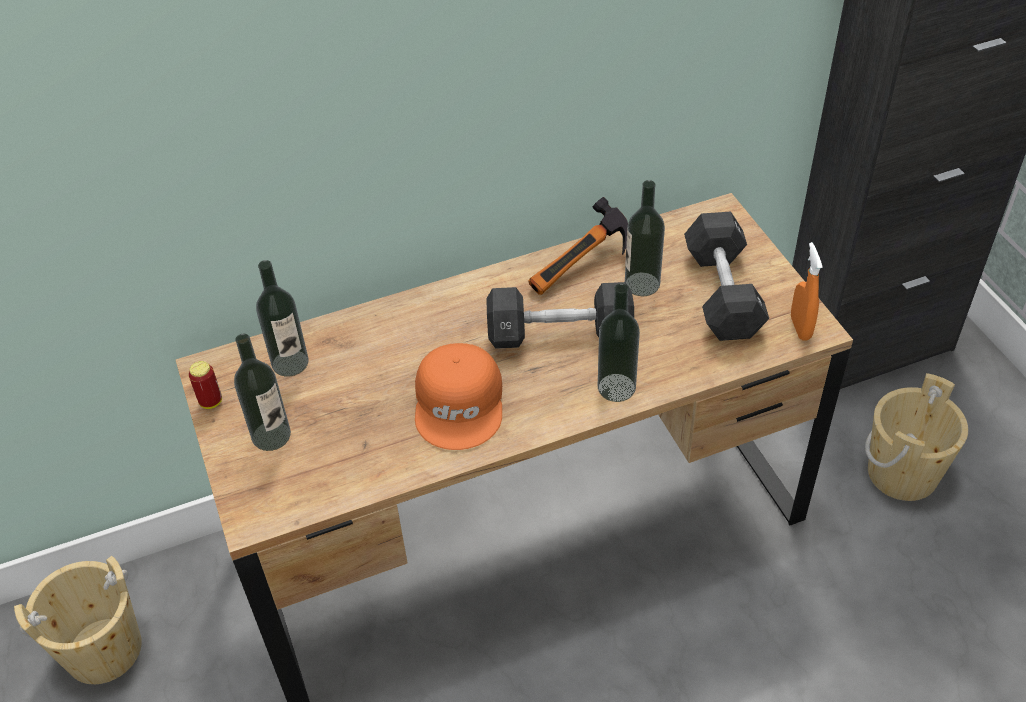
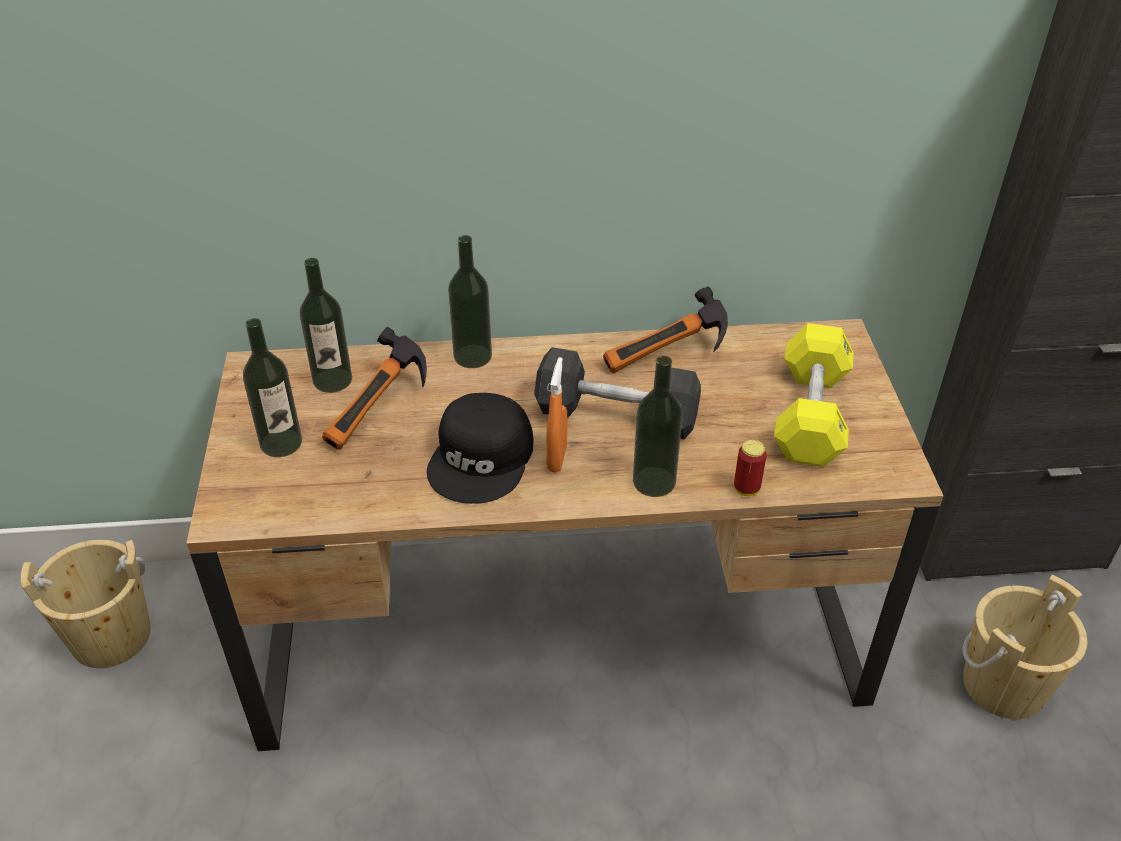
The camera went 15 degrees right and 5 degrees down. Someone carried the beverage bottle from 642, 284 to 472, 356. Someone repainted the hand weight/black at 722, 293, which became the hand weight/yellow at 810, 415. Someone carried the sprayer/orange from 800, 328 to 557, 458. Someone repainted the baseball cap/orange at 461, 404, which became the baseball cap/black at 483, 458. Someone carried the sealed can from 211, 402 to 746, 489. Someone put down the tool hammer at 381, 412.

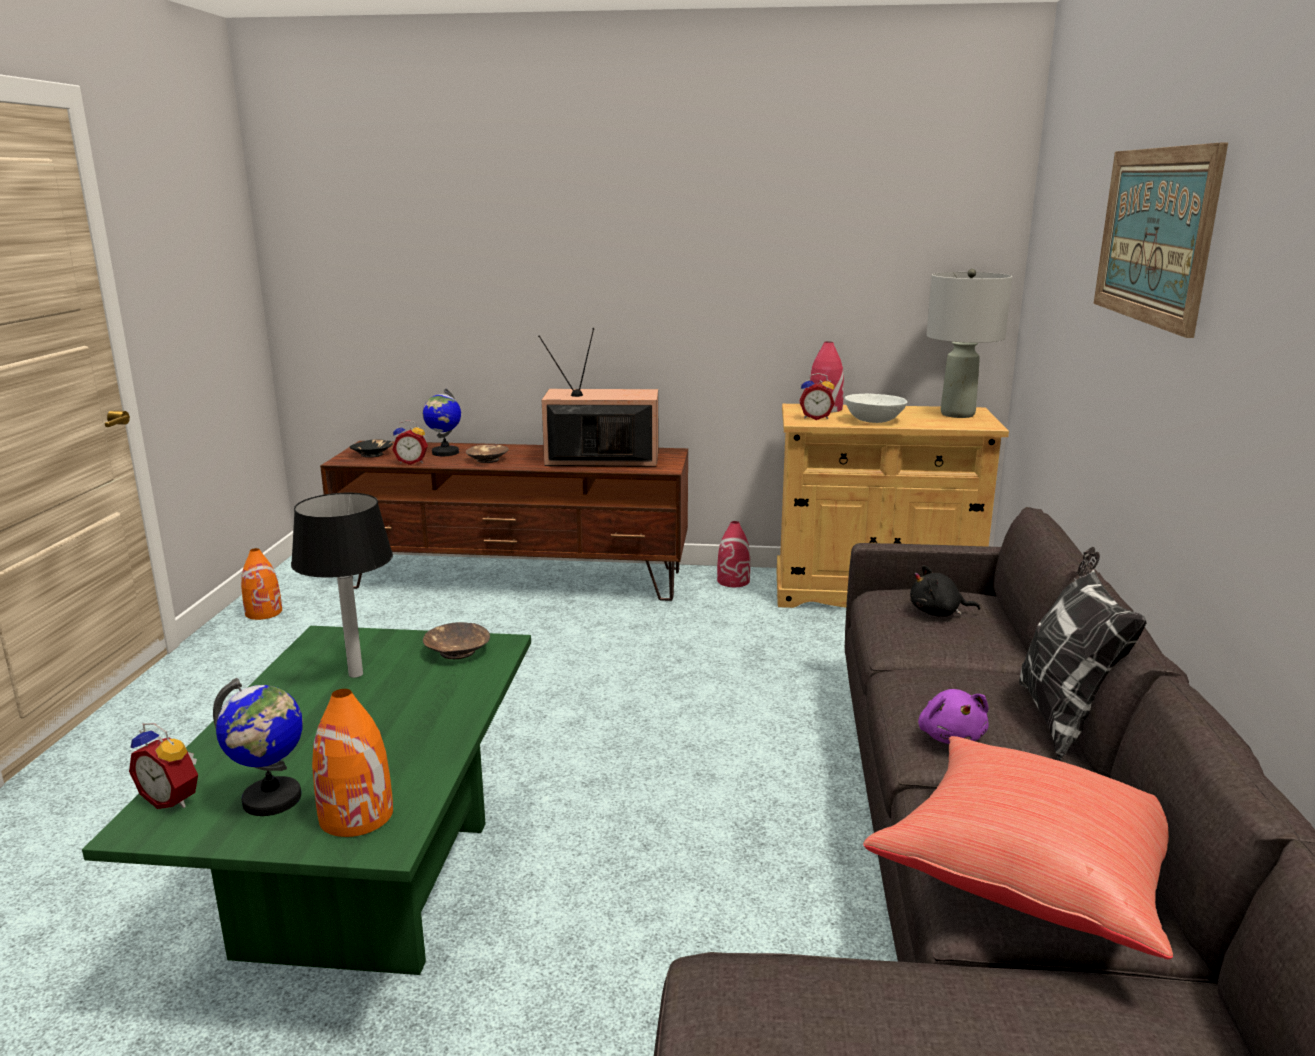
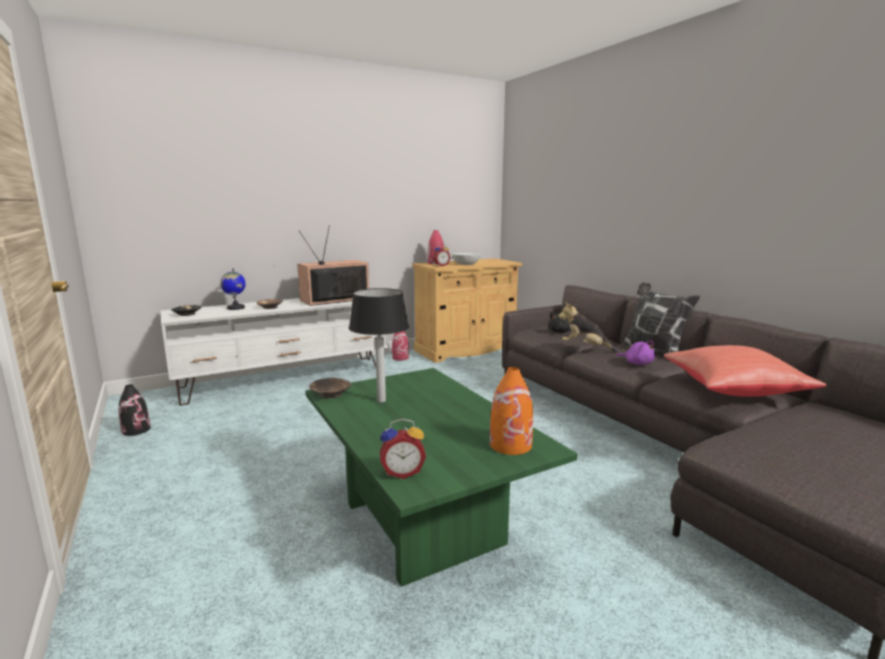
The camera went 35 degrees left and 5 degrees down. Someone took away the picture at 1154, 235. Someone took away the tabletop lamp/grey at 958, 414. Someone took away the table clock at 412, 462. Someone repainted the media console/brownish at 517, 578, which became the media console/white at 286, 379. Someone repainted the flower vase/orange at 264, 612, which became the flower vase/black at 136, 430. Someone carried the bowl/brownish from 456, 651 to 330, 394. Someone took away the world globe at 272, 800. Someone put down the cuddly toy at 585, 347.

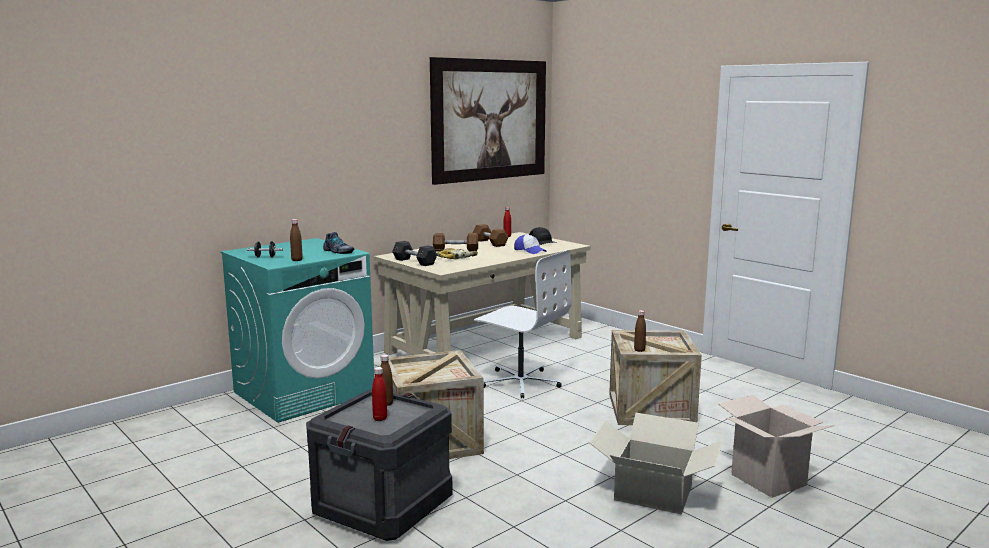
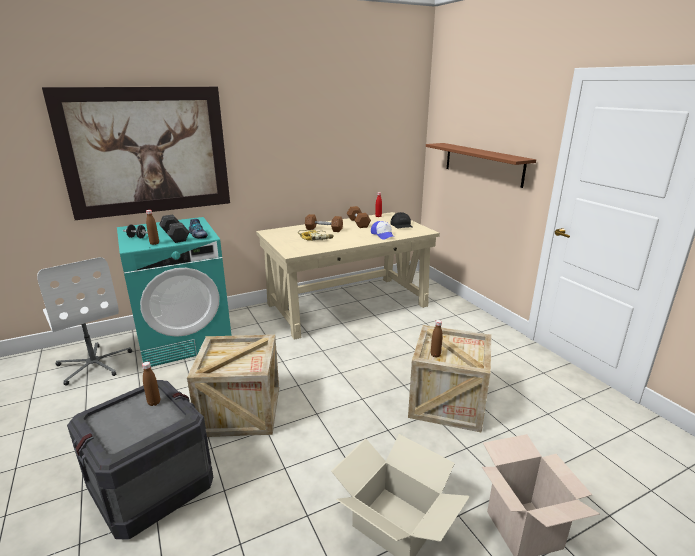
The camera went 15 degrees right and 10 degrees up. Someone carried the picture from 490, 120 to 147, 151. Someone carried the hand weight/grey from 414, 262 to 175, 236. Someone carried the office chair/white from 520, 382 to 94, 364. Someone took away the beverage bottle/reddish at 380, 418. Someone put up the bracket shelf/brownish at 482, 163.

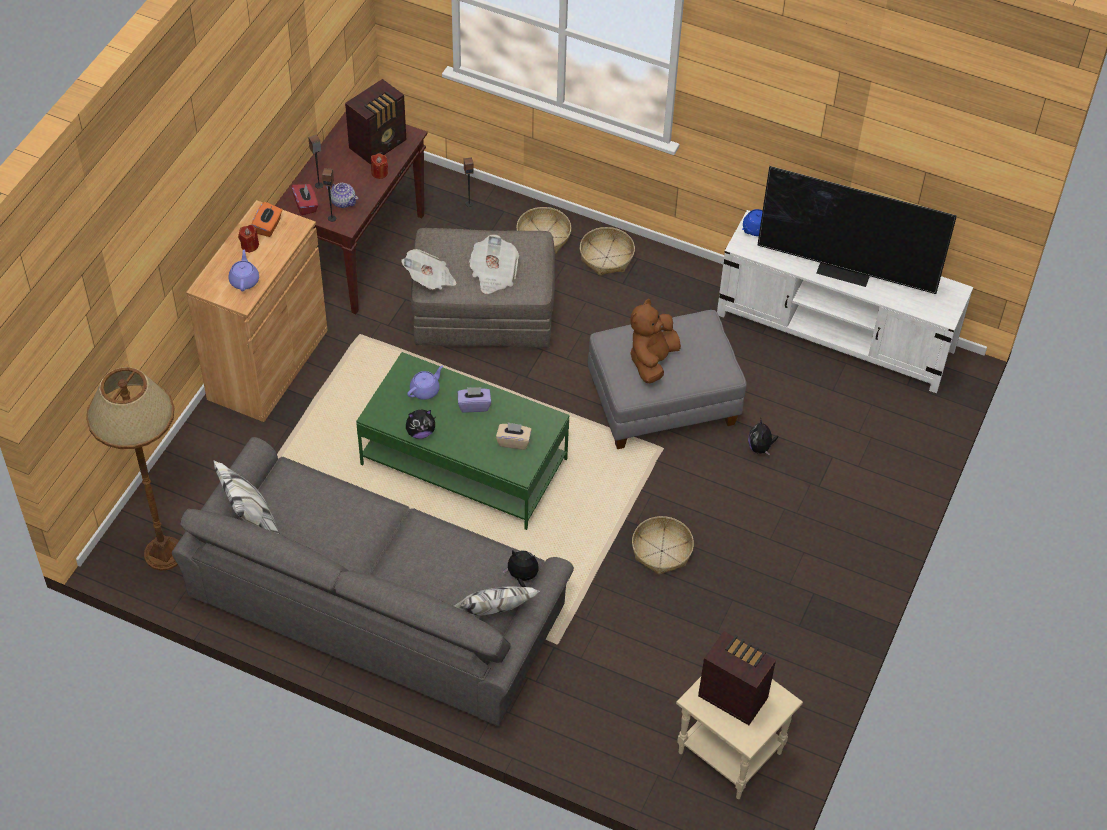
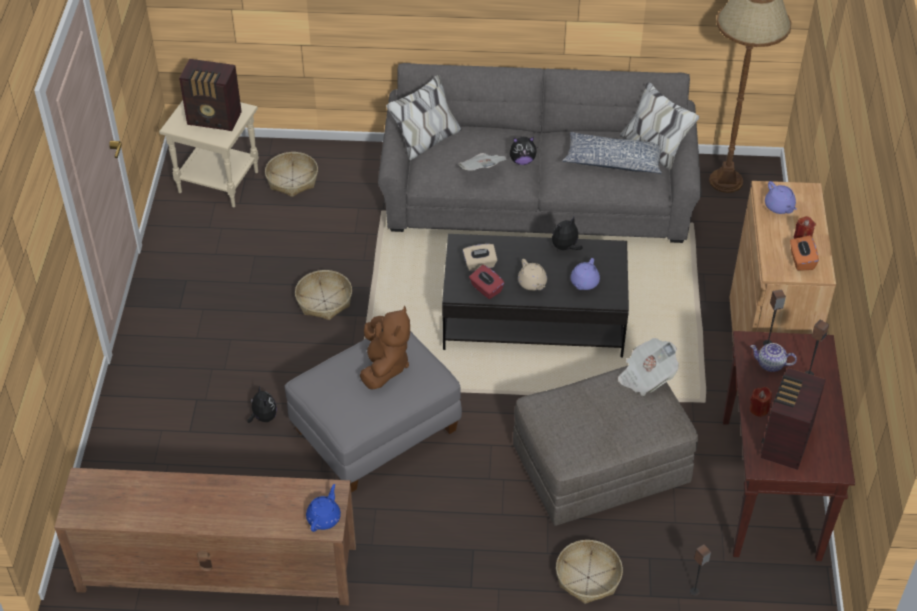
The camera went 160 degrees right and 5 degrees down. Someone took away the TV at 845, 270. Someone carried the tissue box/reddish from 306, 205 to 486, 289. Someone repainted the media console/white at 835, 333, which became the media console/brownish at 216, 568. Someone carried the basket from 606, 257 to 292, 180. Someone carried the daily paper from 493, 274 to 482, 171. Someone repainted the low table/greenish at 463, 462, which became the low table/black at 534, 319. Someone swapped the tissue box/purple-coloured at 474, 405 for the pot for tea/sand-coloured at 532, 283. Someone carried the cuddly toy from 522, 577 to 522, 161. Someone put down the cushion at 613, 160.

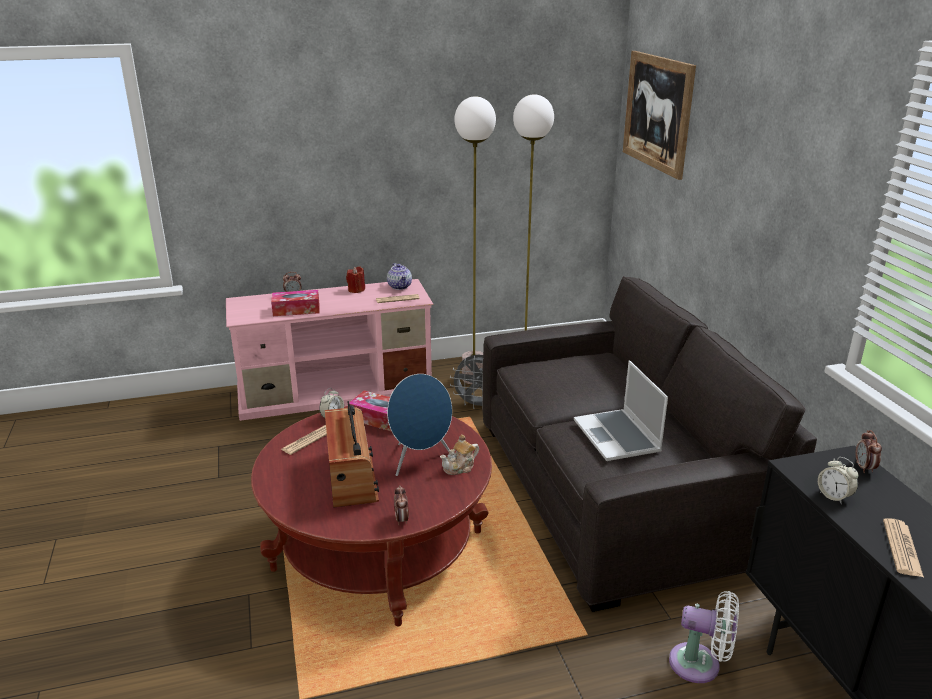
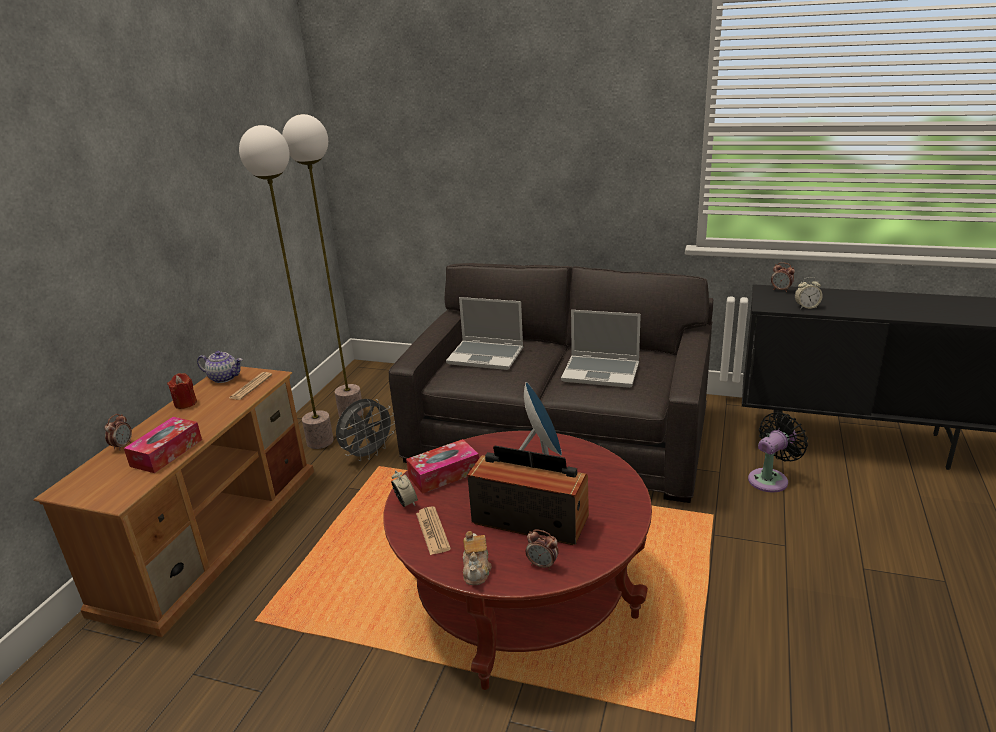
The camera went 55 degrees left and 0 degrees up. Someone took away the picture at 657, 112. Someone repainted the media console/pinkish at 337, 390, which became the media console/brownish at 212, 534. Someone carried the pot for tea from 460, 467 to 477, 570. Someone carried the table clock from 402, 520 to 542, 565. Someone took away the daily paper at 902, 548. Someone repainted the fan/white at 700, 665, which became the fan/black at 770, 479. Someone put down the laptop at 487, 356.

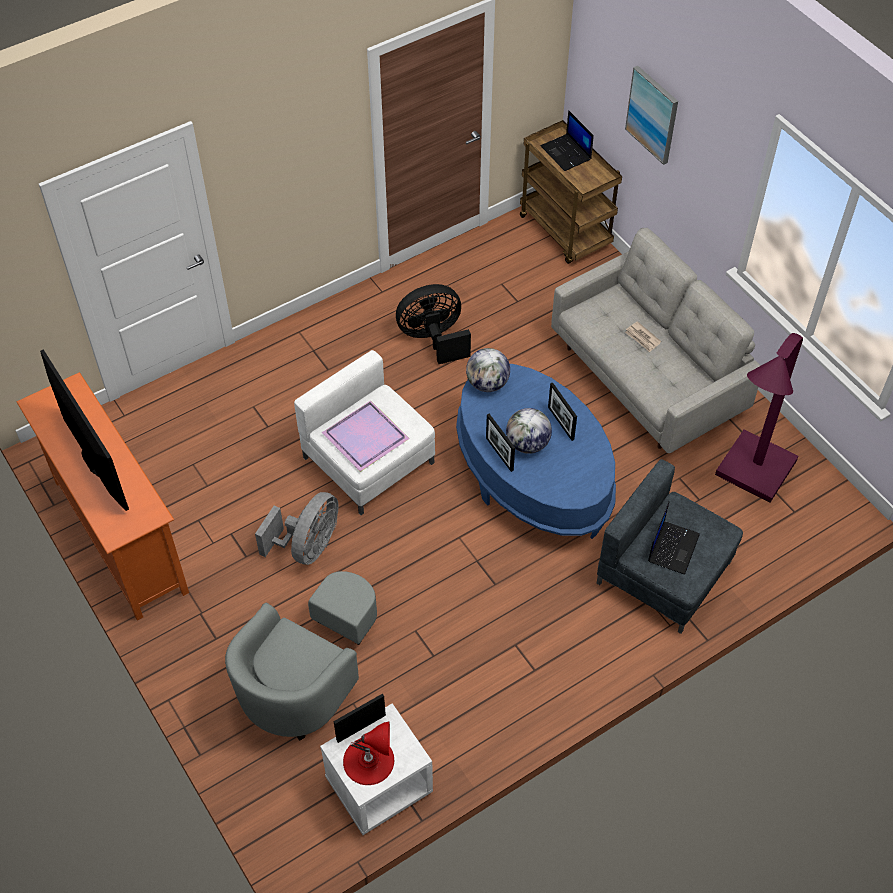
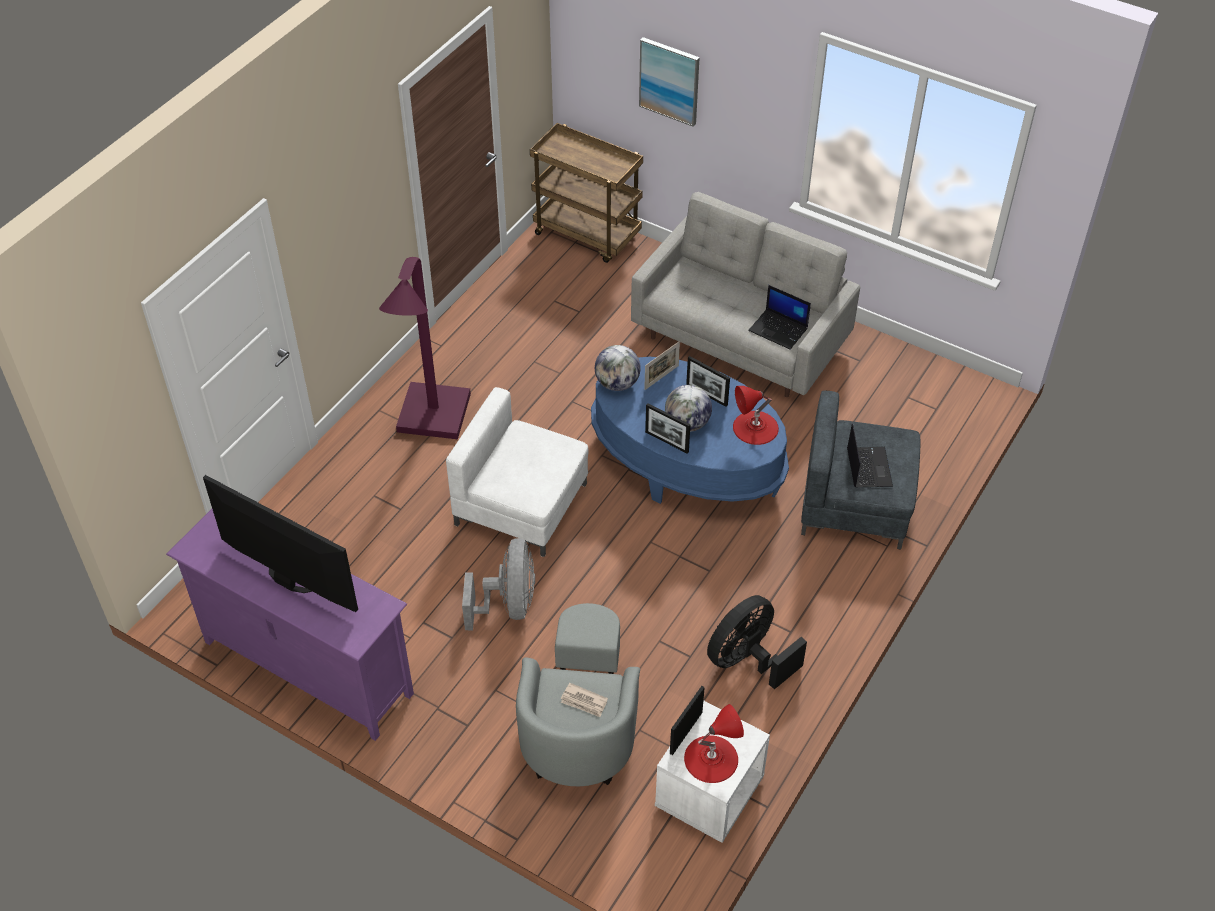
The camera went 25 degrees left and 5 degrees down. Someone carried the laptop from 567, 153 to 779, 329. Someone carried the fan/black from 433, 339 to 748, 660. Someone carried the daily paper from 642, 338 to 584, 701. Someone carried the standing lamp/purple-coloured from 750, 476 to 431, 422. Someone repainted the media console/orange at 119, 536, which became the media console/purple-coloured at 307, 668. Someone took away the carrying tray/purple-coloured at 365, 438. Someone put down the photo frame at 661, 377. Someone put down the tabletop lamp/reddish at 755, 427.

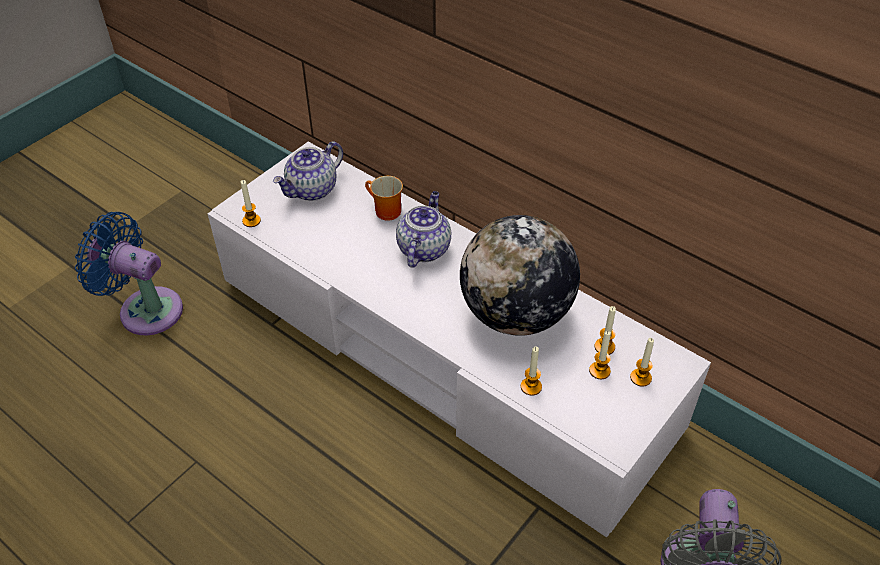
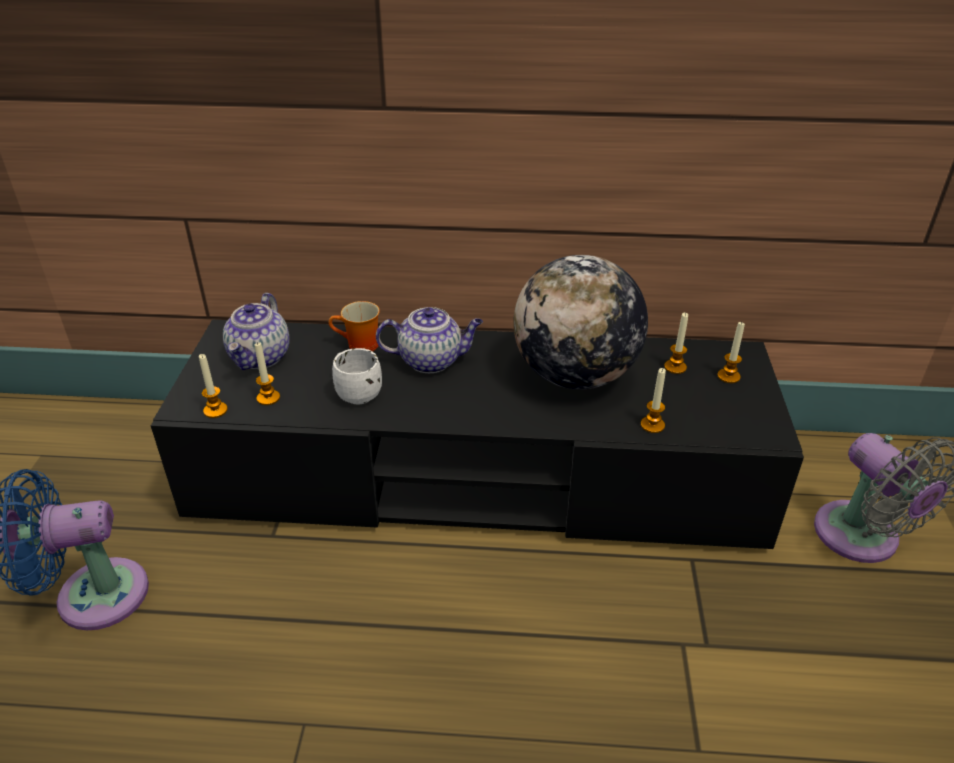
The camera went 35 degrees left and 10 degrees down. Someone repainted the media console/white at 440, 352, which became the media console/black at 476, 476. Someone rotated the pot for tea at 423, 248 by 105 degrees clockwise. Someone carried the wax light from 599, 371 to 268, 398. Someone put down the tea mug/white at 355, 392.

